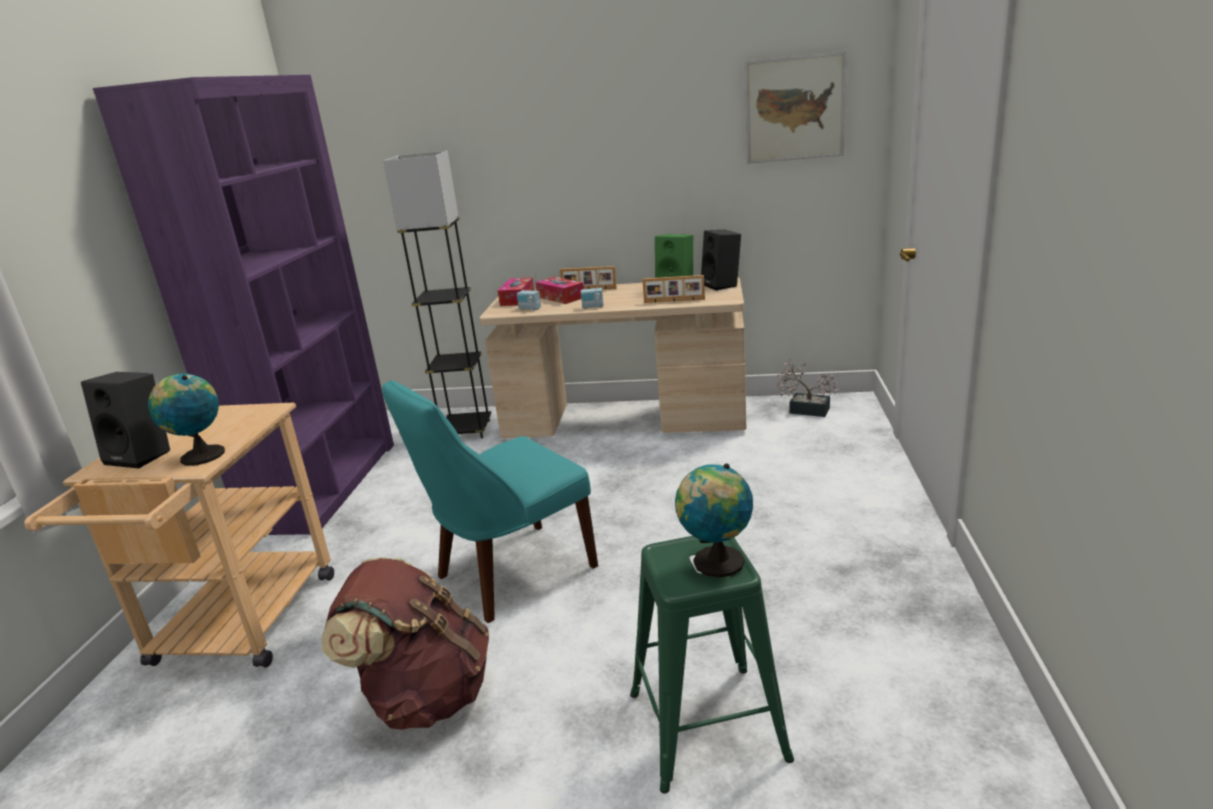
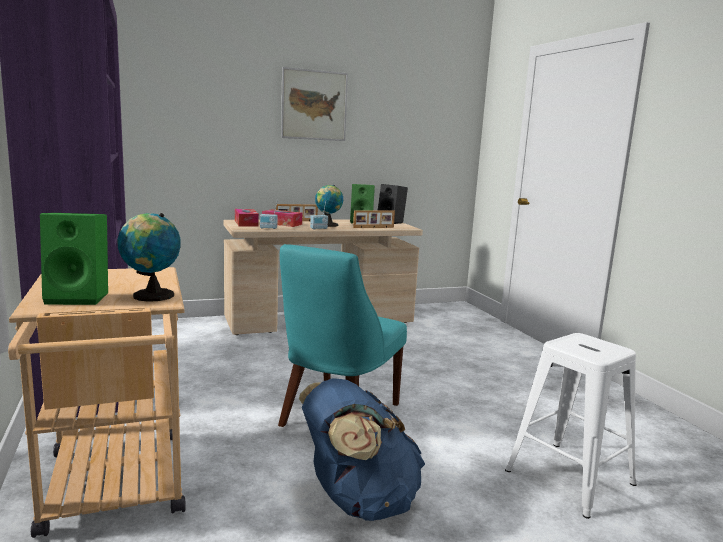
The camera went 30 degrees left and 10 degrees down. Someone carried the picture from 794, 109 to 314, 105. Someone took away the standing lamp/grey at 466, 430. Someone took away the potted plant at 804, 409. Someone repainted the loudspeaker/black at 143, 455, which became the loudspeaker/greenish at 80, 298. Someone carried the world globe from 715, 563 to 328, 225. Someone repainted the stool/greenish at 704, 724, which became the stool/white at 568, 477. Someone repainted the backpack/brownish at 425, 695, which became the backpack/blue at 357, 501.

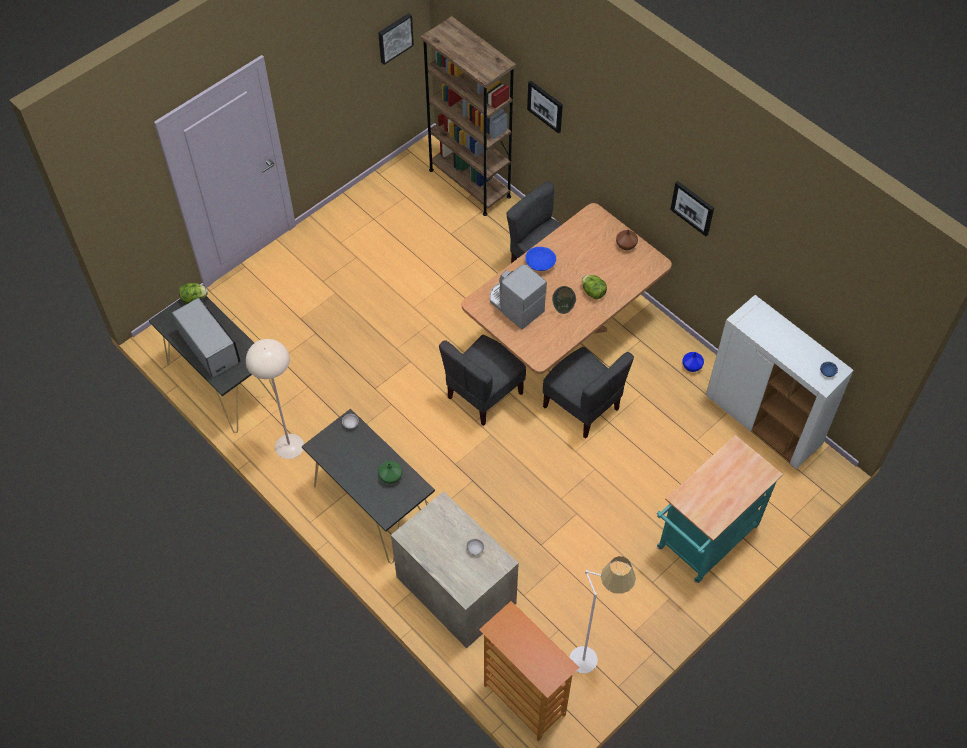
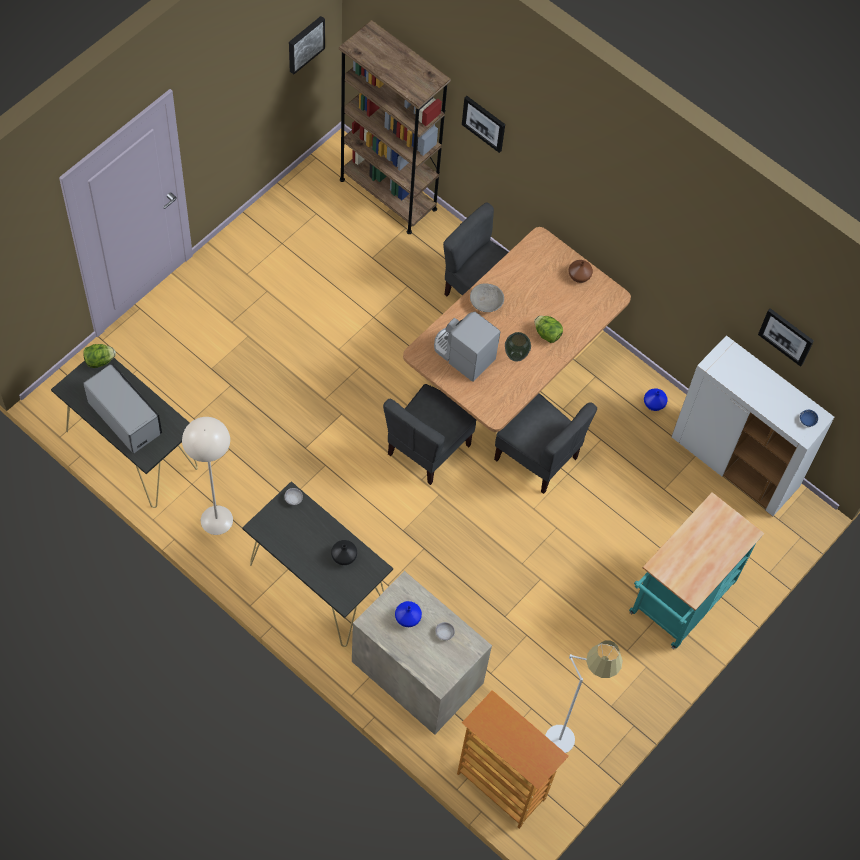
The camera went 10 degrees left and 5 degrees up. Someone carried the picture from 693, 208 to 786, 336. Someone repainted the bowl/blue at 540, 263, which became the bowl/grey at 486, 302. Someone repainted the flower vase/greenish at 390, 477, which became the flower vase/black at 344, 557. Someone put down the flower vase/blue at 407, 618.

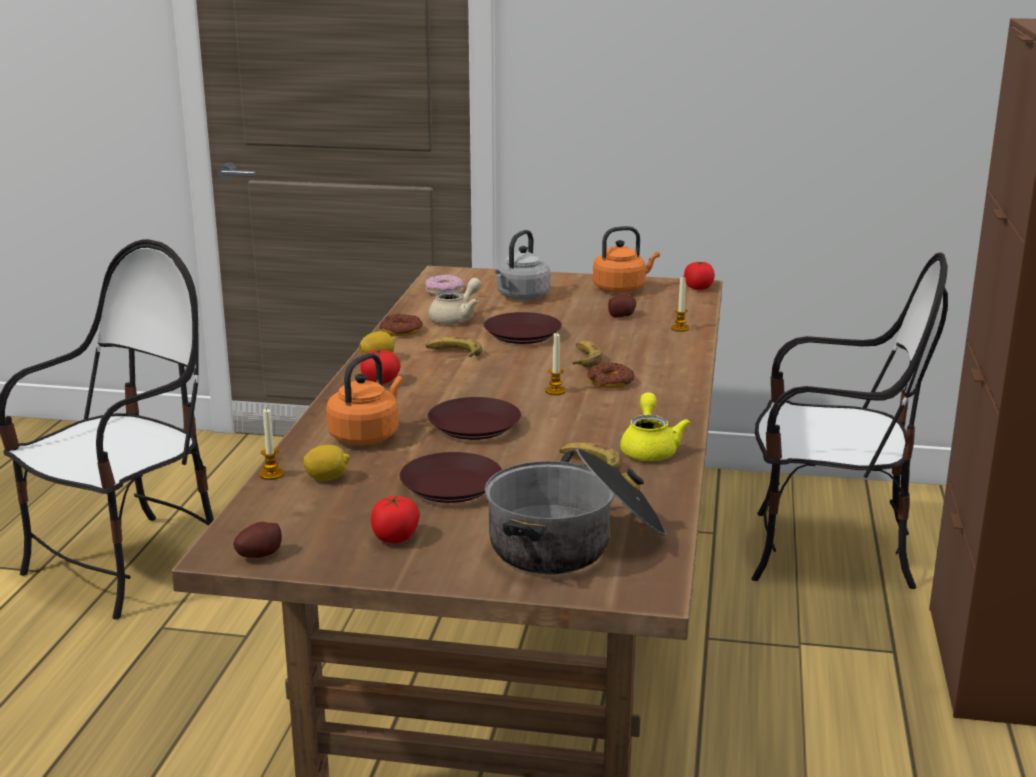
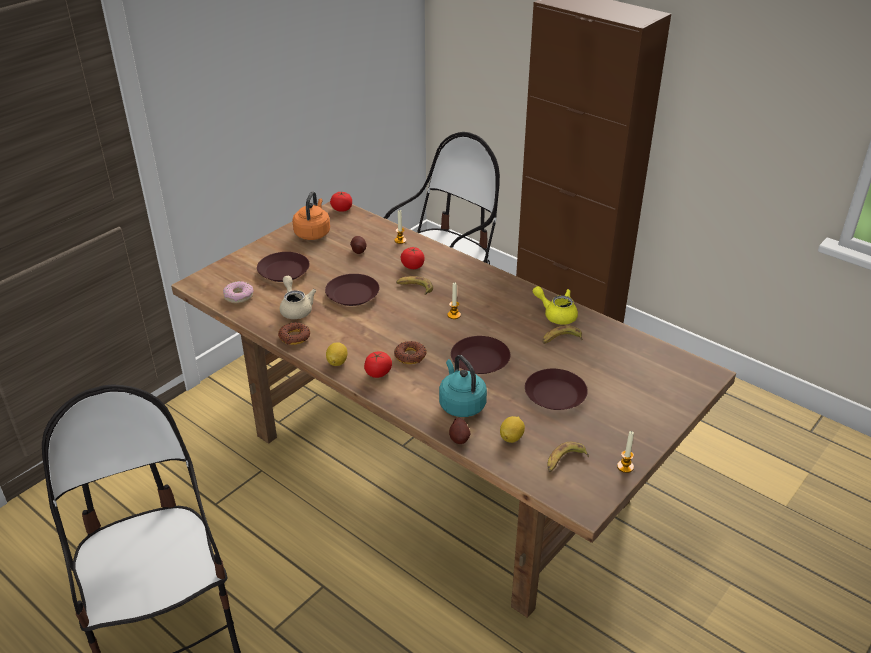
The camera went 60 degrees left and 15 degrees up. Someone swapped the tea kettle/grey at 521, 297 for the dinner plate/brownish at 284, 271. Someone carried the banana from 454, 353 to 564, 461. Someone repainted the tea kettle/orange at 366, 436, which became the tea kettle/blue-green at 461, 404. Someone carried the doughnut from 610, 382 to 410, 356. Someone carried the wax light from 271, 474 to 625, 467. Someone took away the stockpot at 575, 543. Someone carried the fresh tomato from 395, 537 to 413, 266. Someone carried the whole potato from 259, 555 to 459, 438.

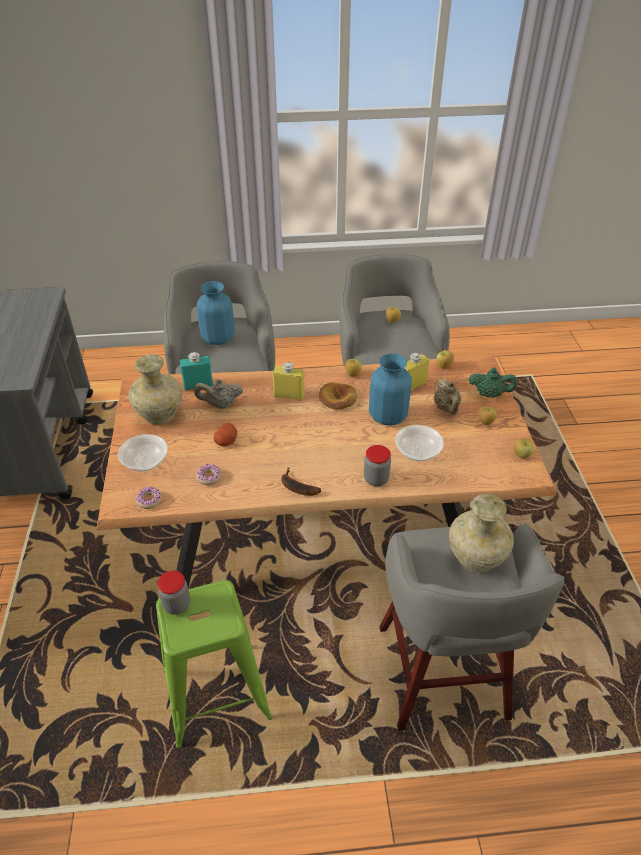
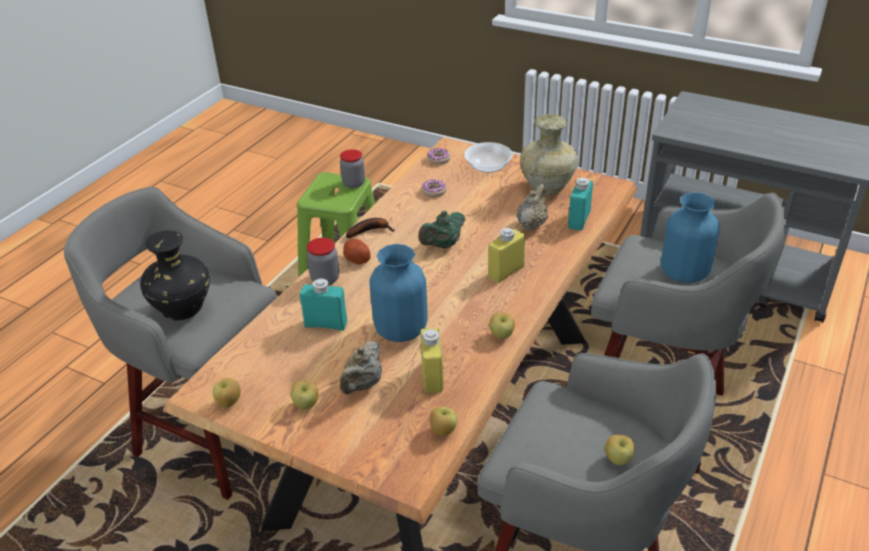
The camera went 125 degrees right and 5 degrees down. Someone carried the pot for tea/greenish from 489, 394 to 443, 245. Someone rotated the pot for tea/sand-coloured at 446, 408 by 90 degrees counterclockwise. Someone took away the baked bread at 337, 398. Someone carried the whole potato from 226, 441 to 356, 258. Someone swapped the bowl at 418, 452 for the beverage bottle/blue-green at 326, 324. Someone repainted the flower vase/sand-coloured at 476, 559, which became the flower vase/black at 182, 309.

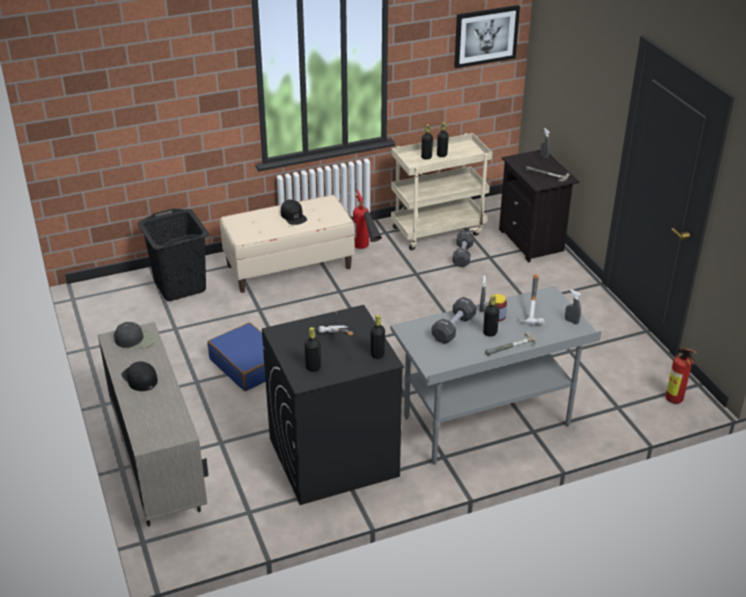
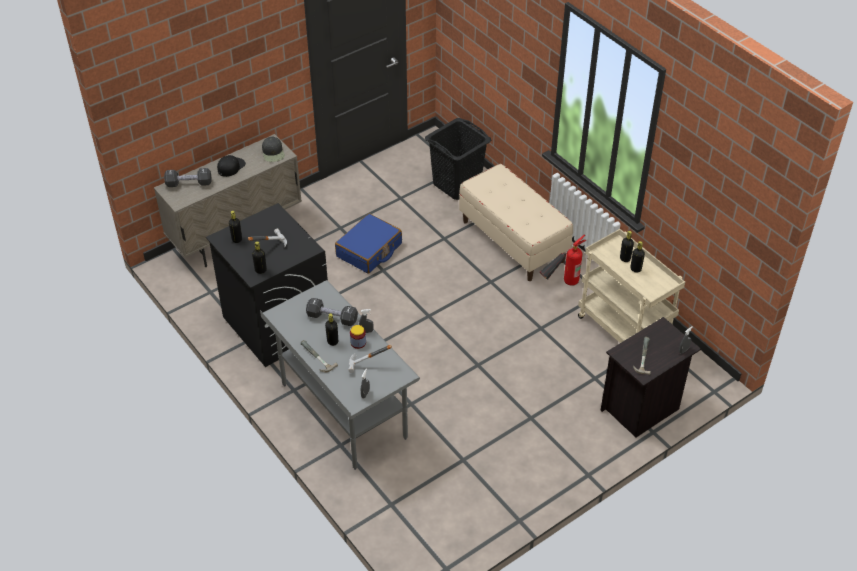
The camera went 75 degrees right and 10 degrees up. Someone took away the picture at 486, 36. Someone took away the baseball cap/black at 293, 216. Someone carried the hand weight/black from 462, 255 to 189, 183. Someone took away the extinguisher at 675, 400.

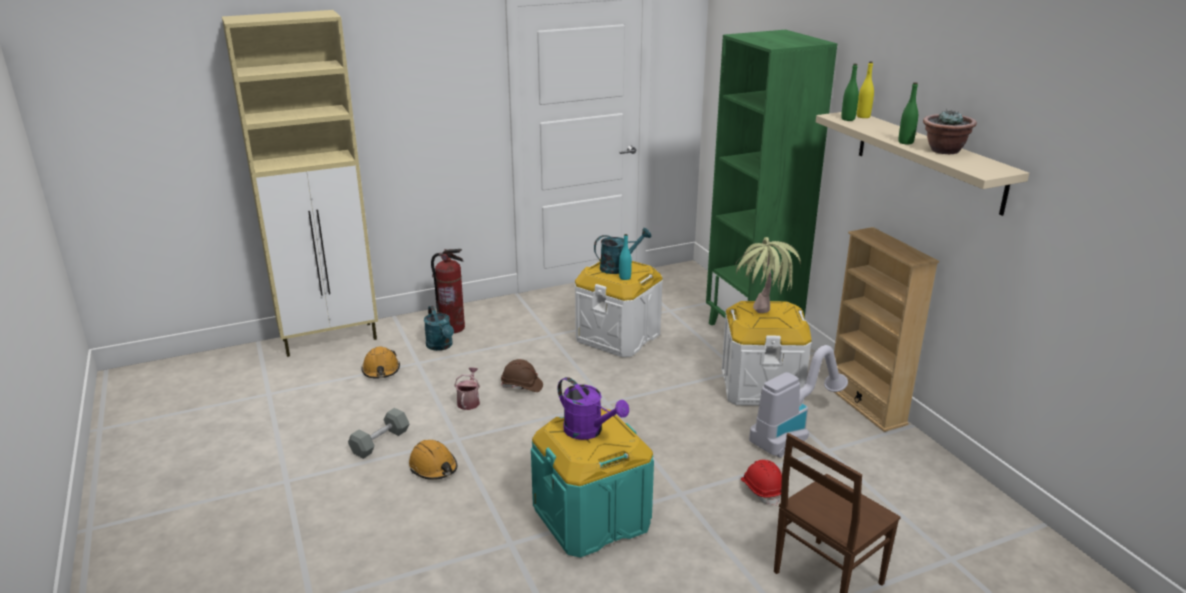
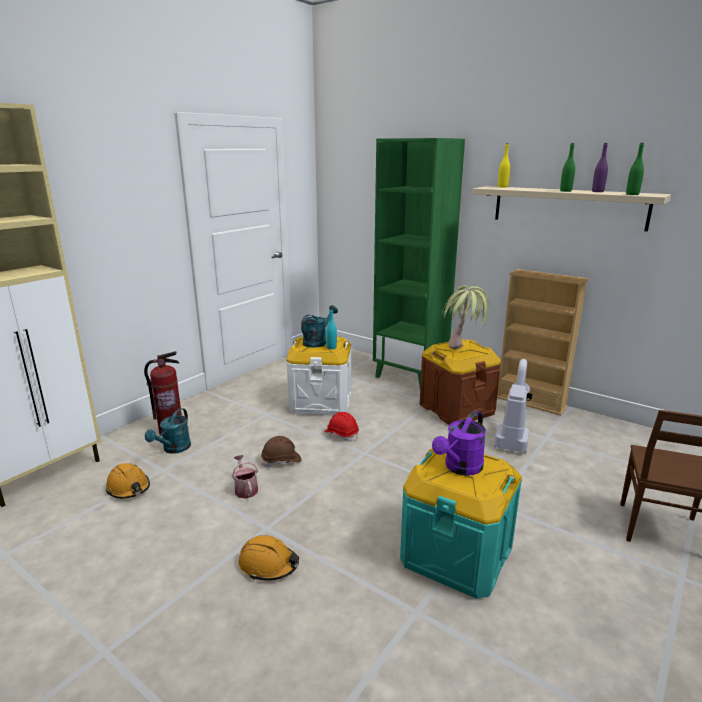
The camera went 30 degrees left and 5 degrees down. Someone carried the beverage bottle/greenish from 848, 119 to 632, 194. Someone swapped the potted plant at 944, 150 for the beverage bottle/purple-coloured at 597, 191. Someone repainted the storage bin/white at 761, 386, which became the storage bin/brownish at 456, 408. Someone rotated the watering pot/blue-green at 441, 346 by 75 degrees clockwise. Someone rotated the watering pot/purple-coloured at 589, 431 by 120 degrees clockwise. Someone took away the hand weight/grey at 380, 442. Someone carried the safety helmet/reddish from 762, 490 to 341, 434.

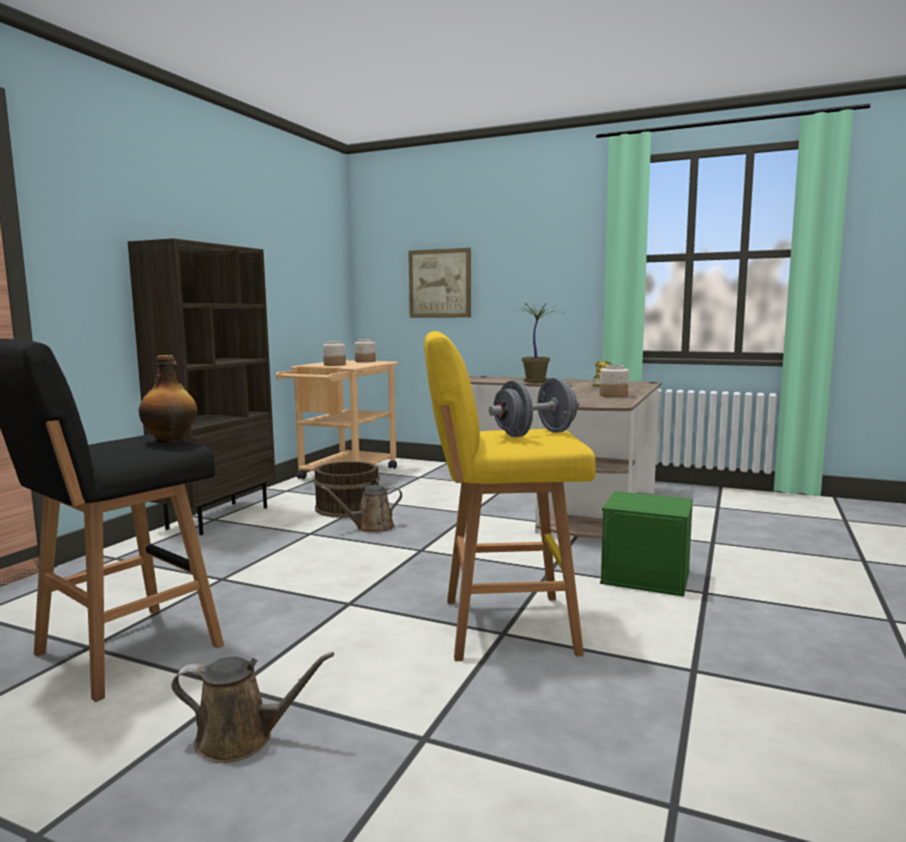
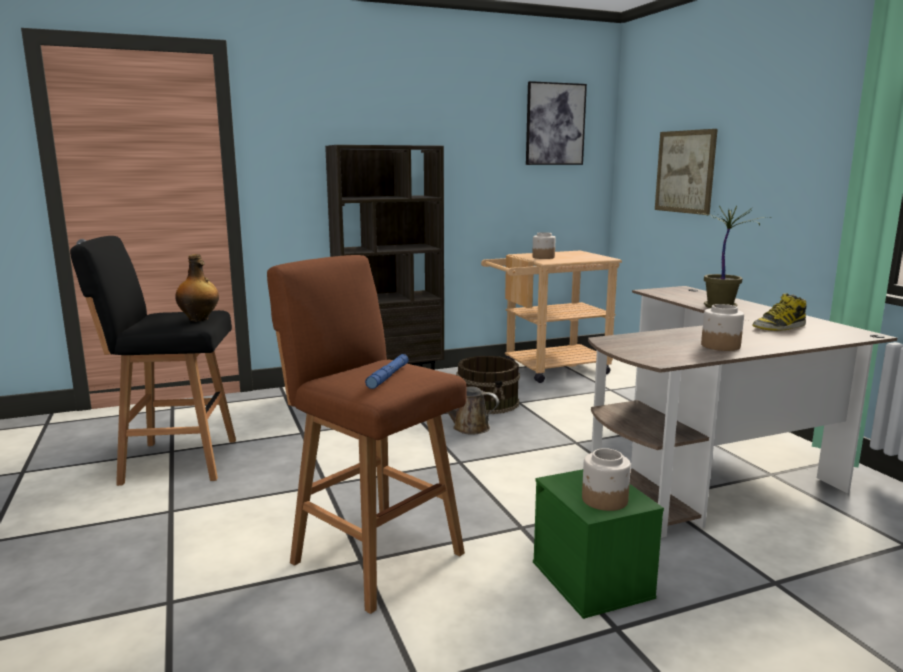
The camera went 45 degrees right and 5 degrees up. Someone repainted the stool/yellow at 502, 626, which became the stool/brownish at 374, 555. Someone carried the jar from 365, 361 to 604, 500. Someone swapped the hand weight/grey at 535, 434 for the hand torch/blue at 388, 376. Someone took away the watering pot/brownish at 242, 739. Someone put up the picture at 555, 124.

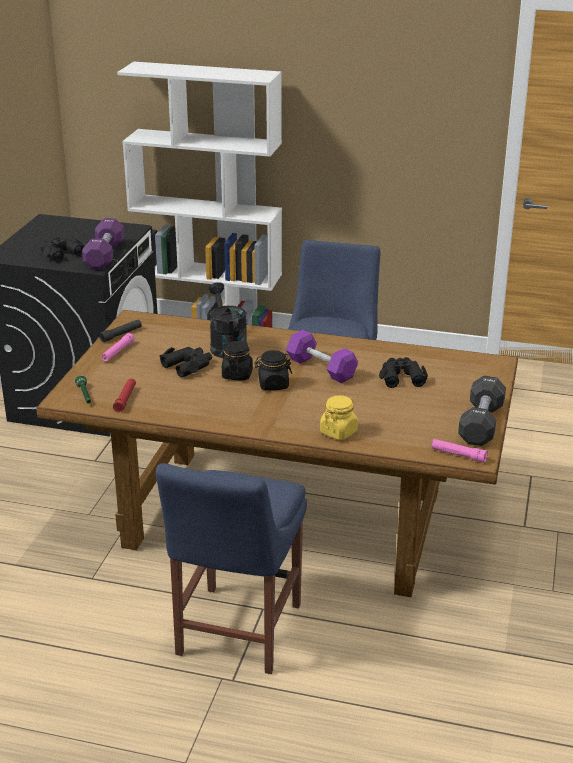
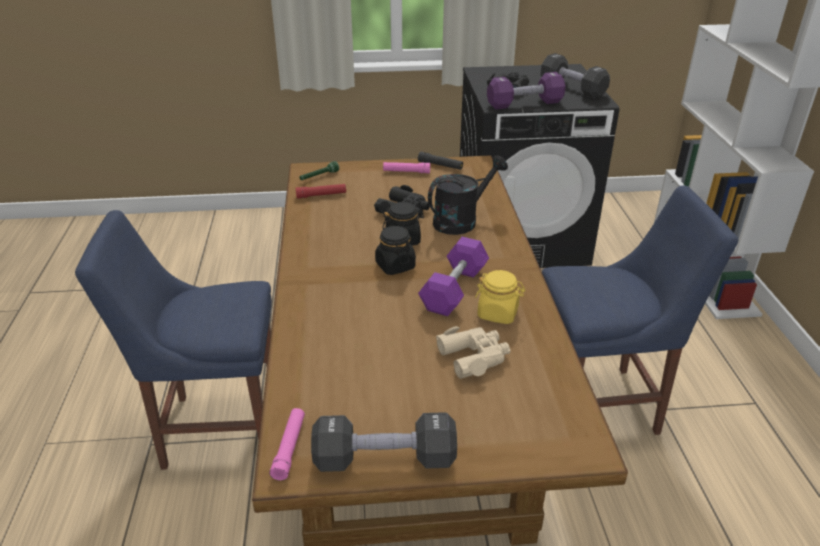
The camera went 70 degrees right and 5 degrees up. Someone repainted the field glasses/black at 401, 377, which became the field glasses/sand-coloured at 474, 356. Someone carried the jar/yellow from 338, 432 to 498, 313. Someone put down the hand weight/black at 572, 88.

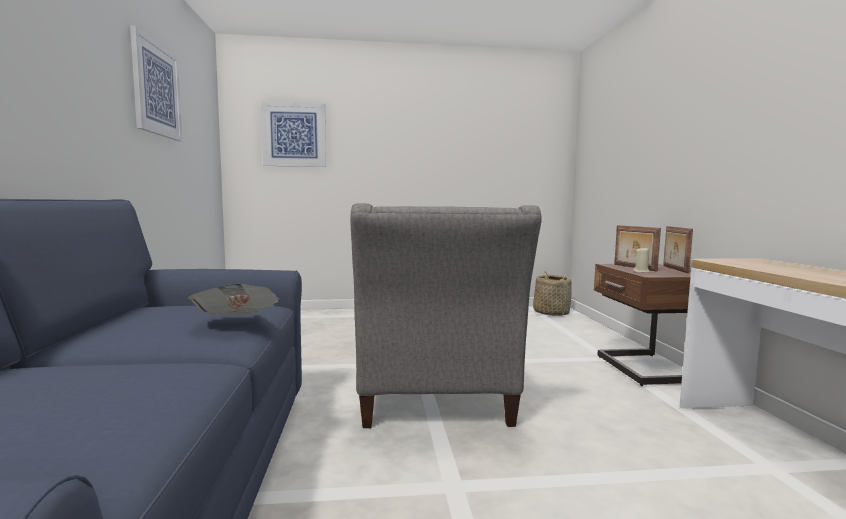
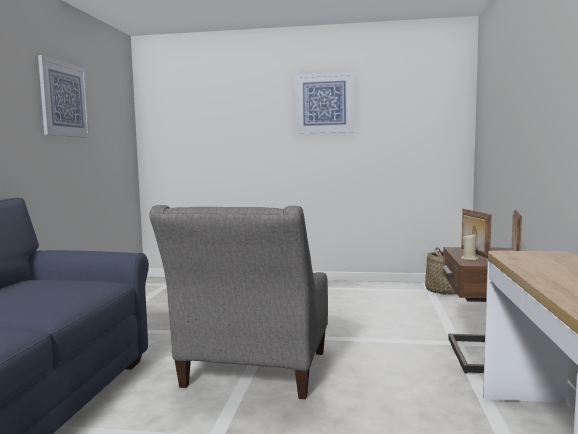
The camera went 15 degrees right and 0 degrees up. Someone carried the picture from 294, 135 to 324, 103. Someone took away the daily paper at 238, 324.

